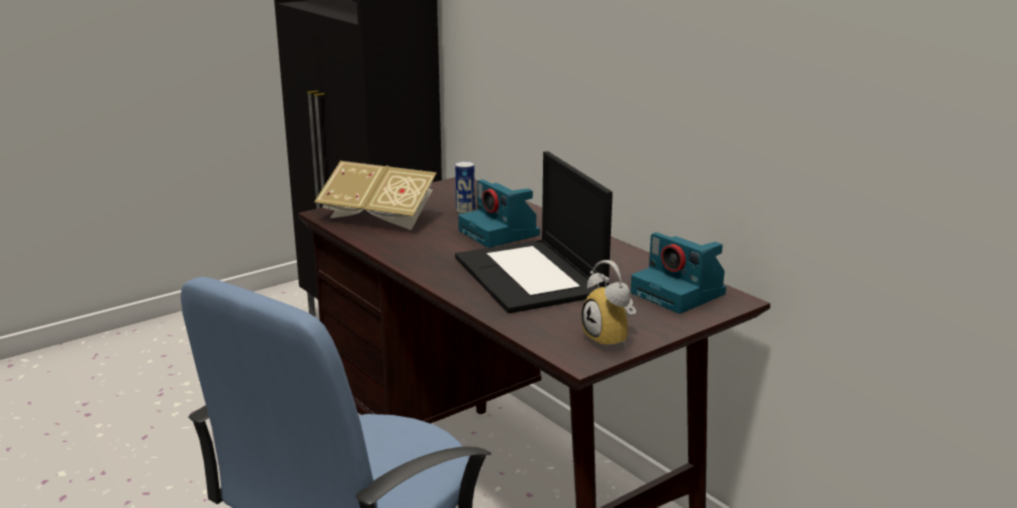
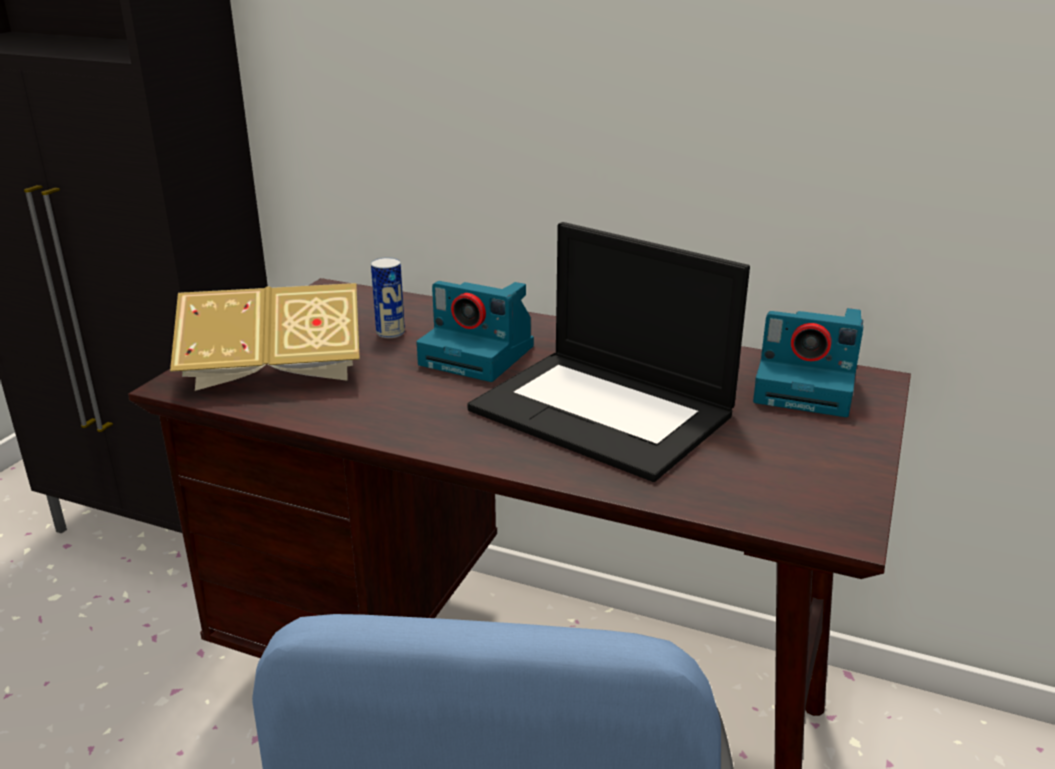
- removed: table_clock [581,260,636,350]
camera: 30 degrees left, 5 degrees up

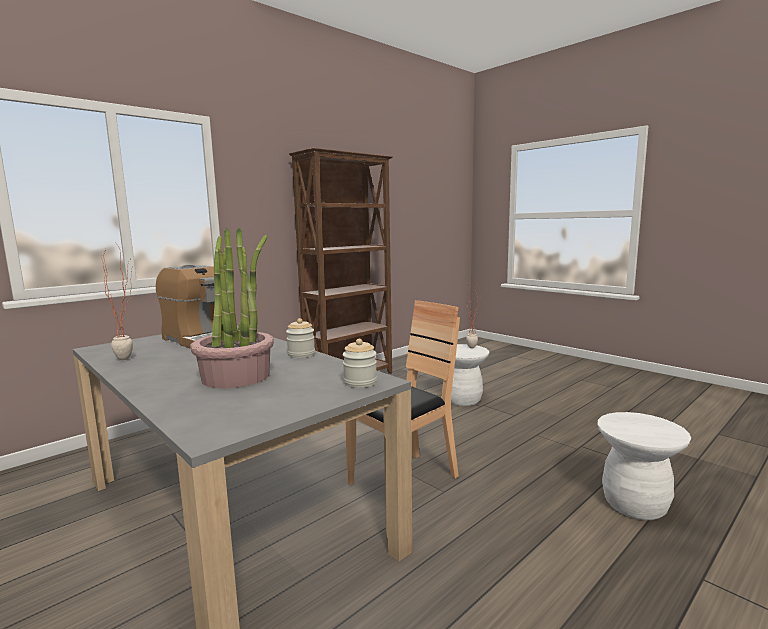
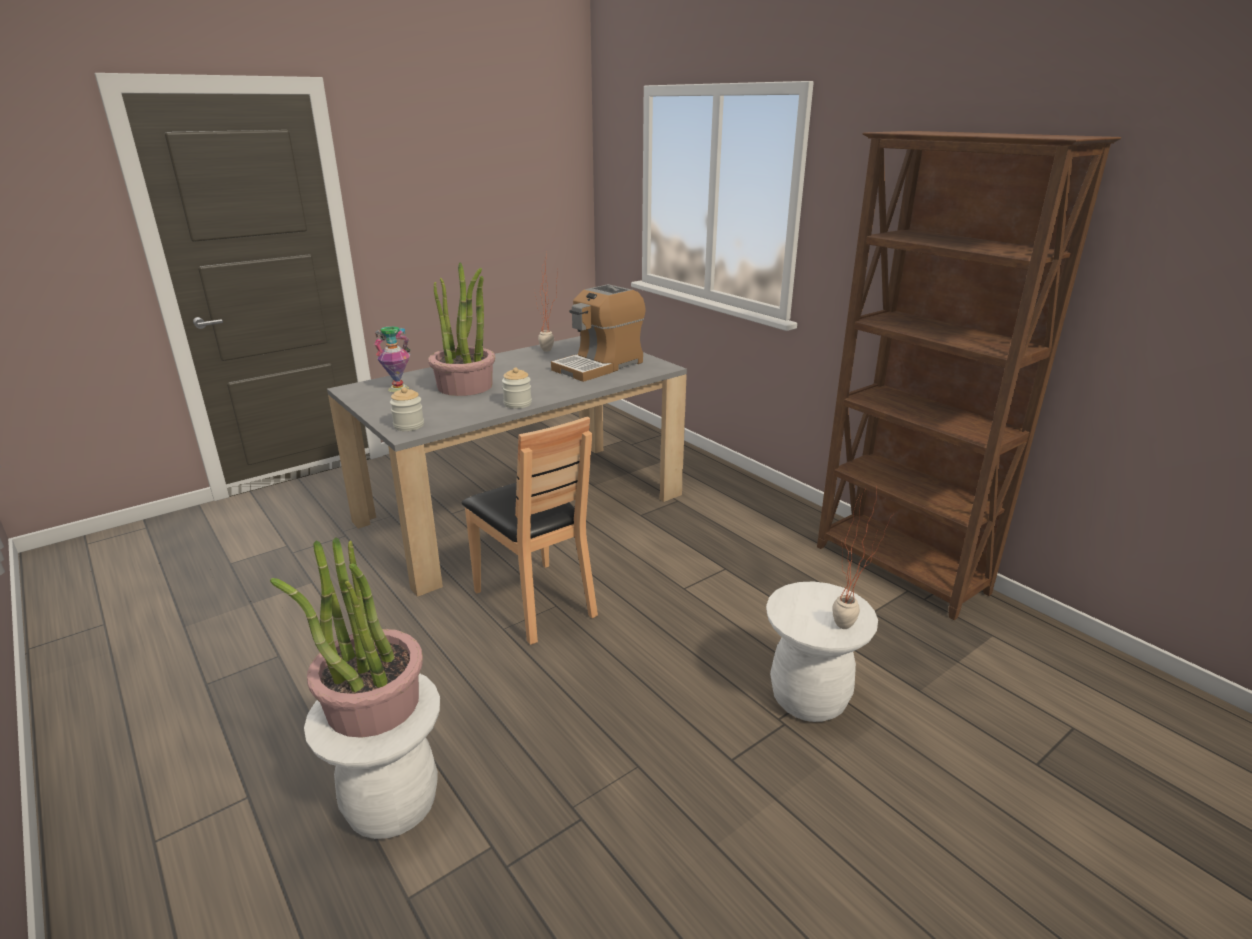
- added: flower_vase [374,326,410,392]
- added: plant_in_a_pot [270,537,423,738]
camera: 95 degrees right, 15 degrees up

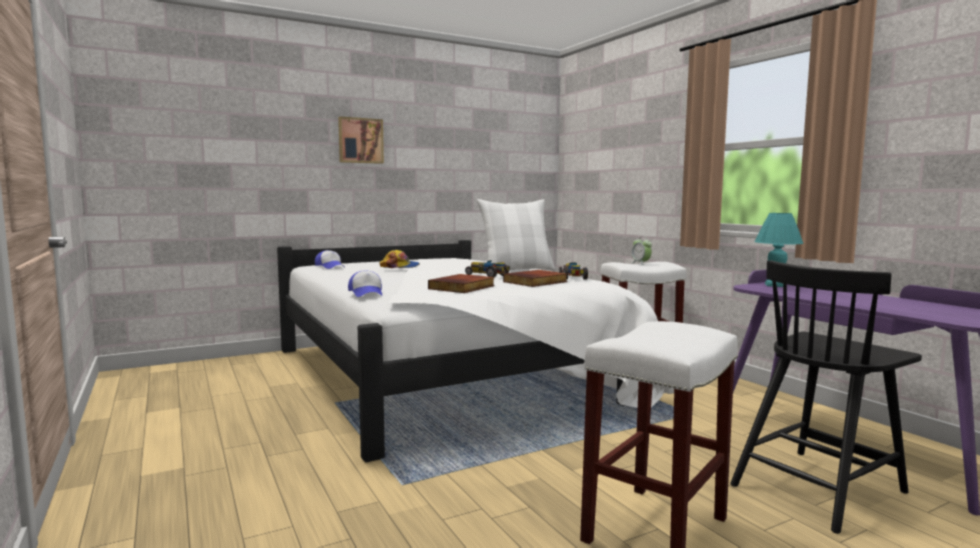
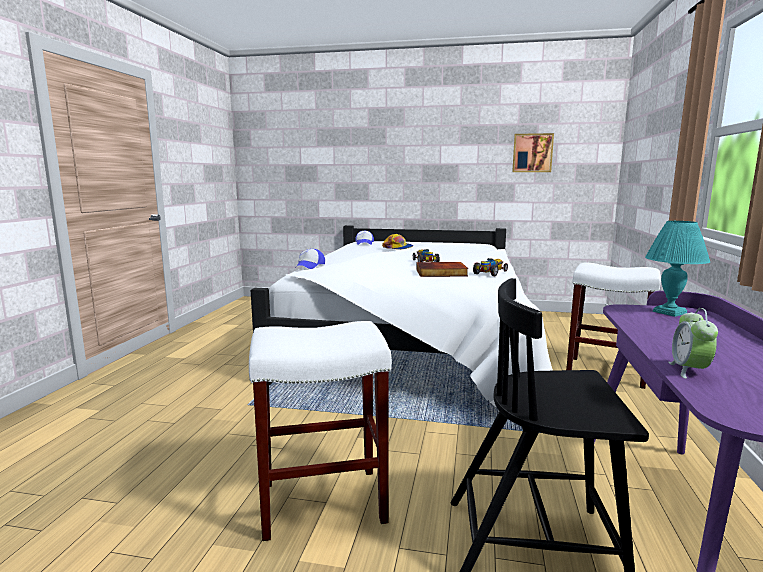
- moved: picture [338,116,384,164] to [512,133,554,172]
- removed: whitish_cushion [477,199,555,270]
- moved: table_clock [632,236,652,265] to [668,308,718,379]
- removed: book [428,274,495,293]
camera: 40 degrees right, 5 degrees up

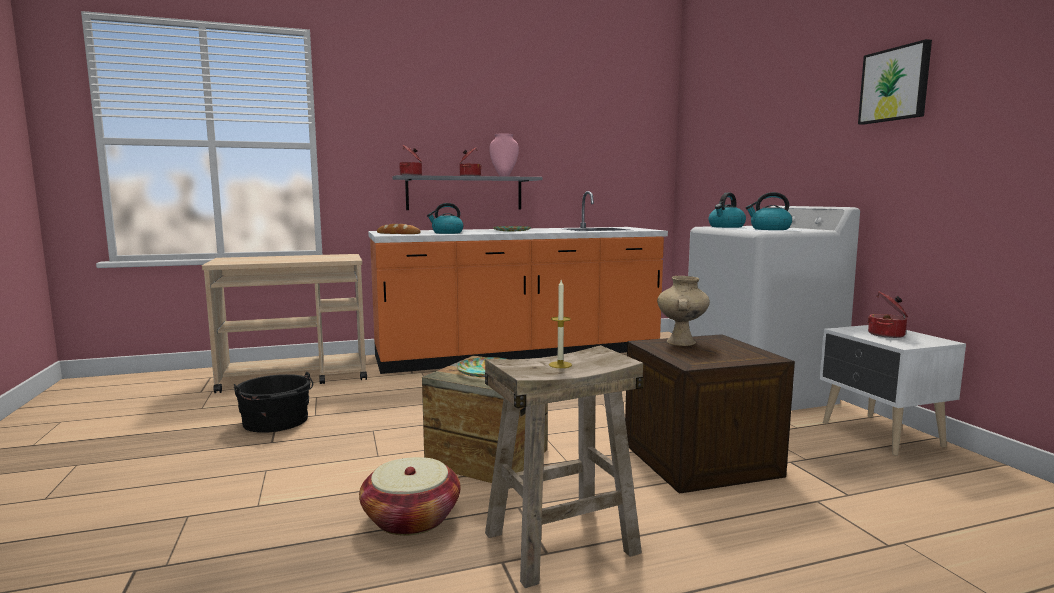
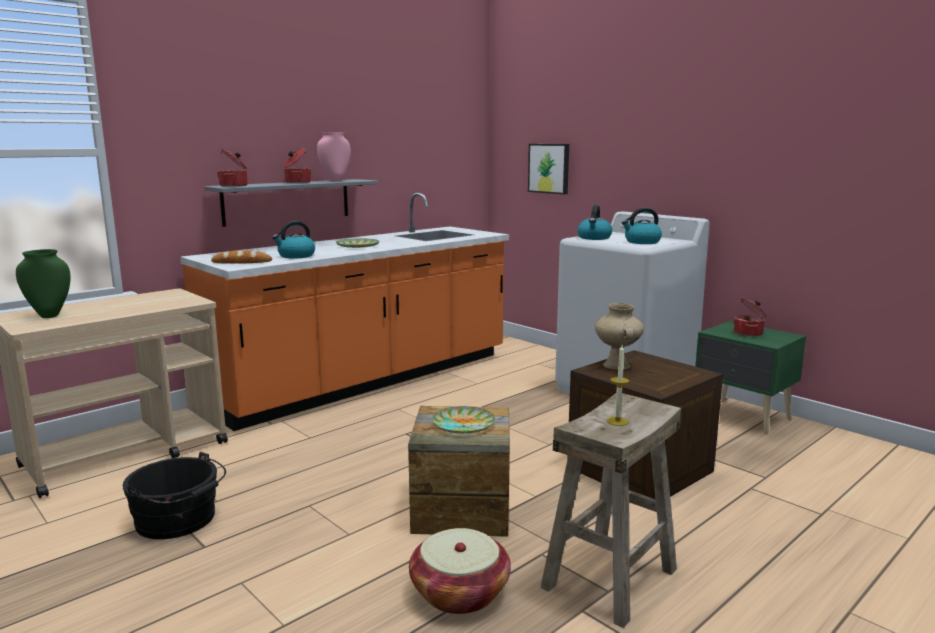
- moved: picture [858,39,932,125] to [528,144,569,194]
- recoloured: whitish_bedside_table [820,325,966,456] to green_bedside_table [695,321,806,434]
- added: green_flower_vase [16,249,71,318]
camera: 25 degrees left, 5 degrees up

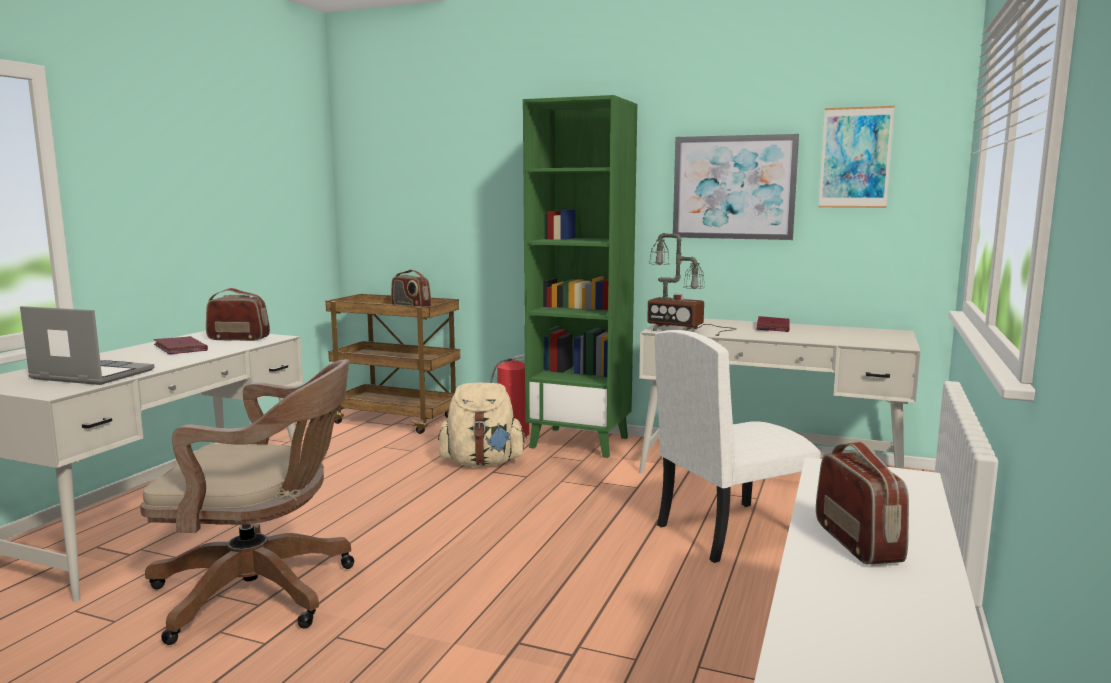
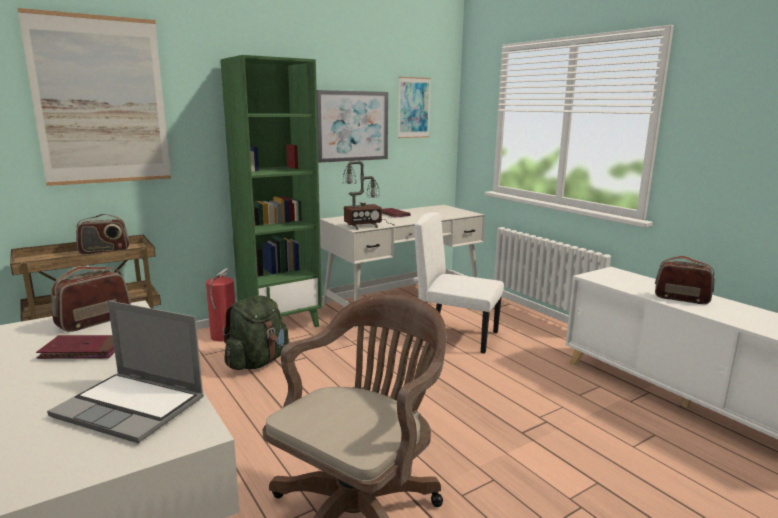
- turned: laptop [20,306,155,385] = [47,301,204,443] 120 degrees counterclockwise
- turned: whitish_upright_chair [655,330,821,563] = [415,212,504,354] 105 degrees clockwise
- recoloured: sand-coloured_rucksack [438,383,527,467] to green_rucksack [223,295,289,370]
- added: picture [17,8,171,186]
camera: 55 degrees left, 5 degrees up

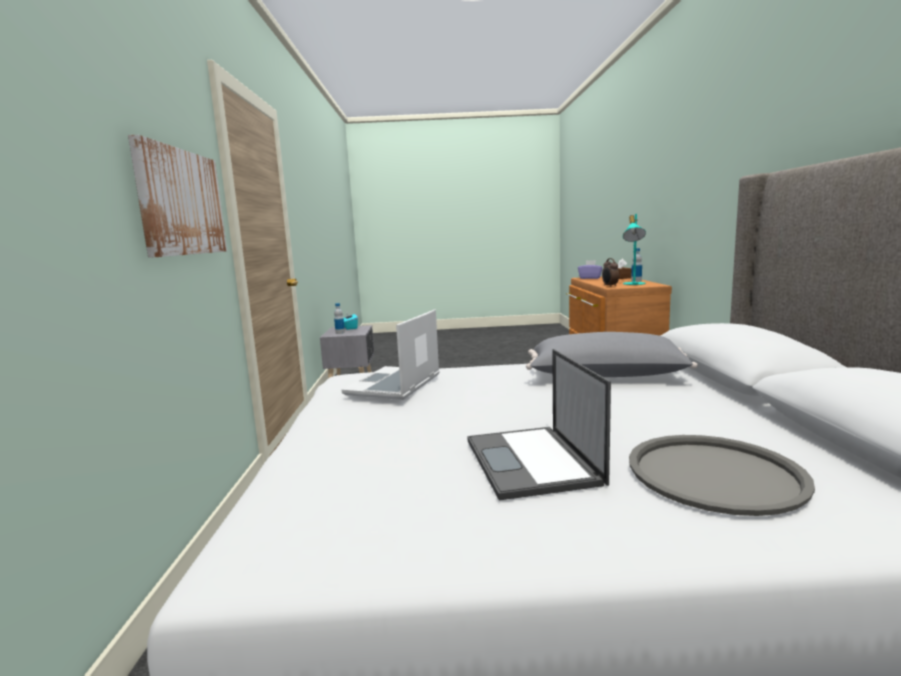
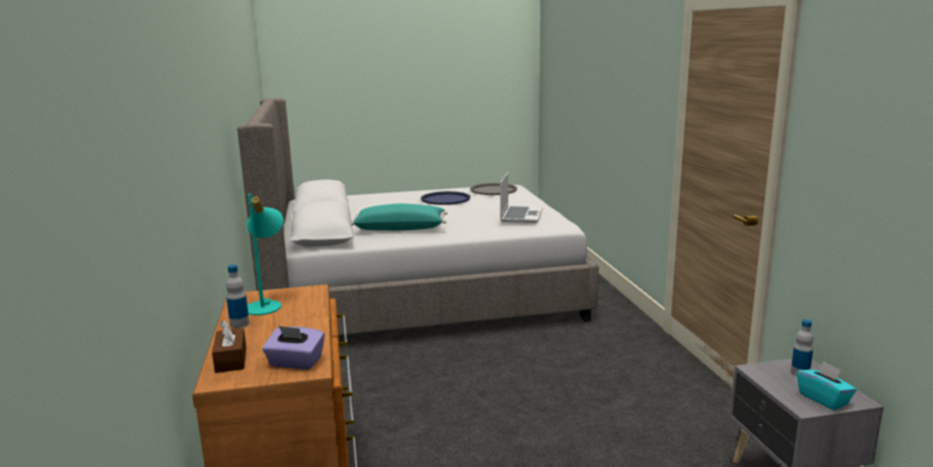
- removed: picture [128,135,227,258]
- removed: table_clock [602,258,619,287]
- recoloured: grey_cushion [526,332,698,377] to blue-green_cushion [351,204,448,231]
- replaced: laptop [467,349,611,501] to blue-coloured_serving_tray [421,191,470,205]
- moved: grey_serving_tray [629,435,815,516] to [470,183,517,195]
camera: 170 degrees right, 5 degrees up

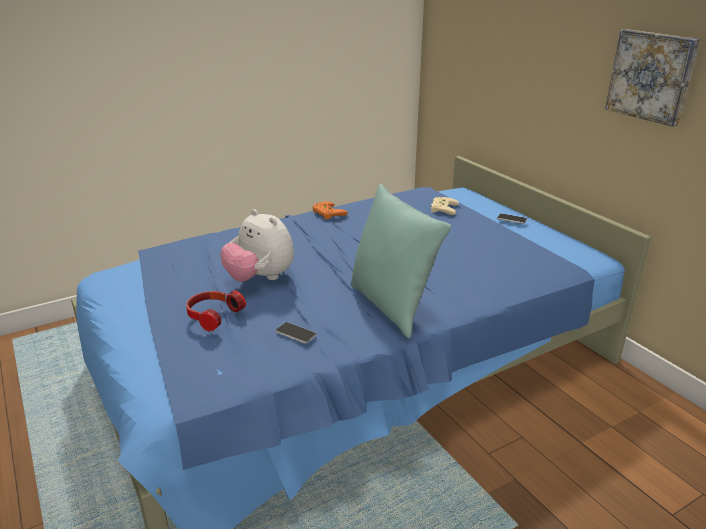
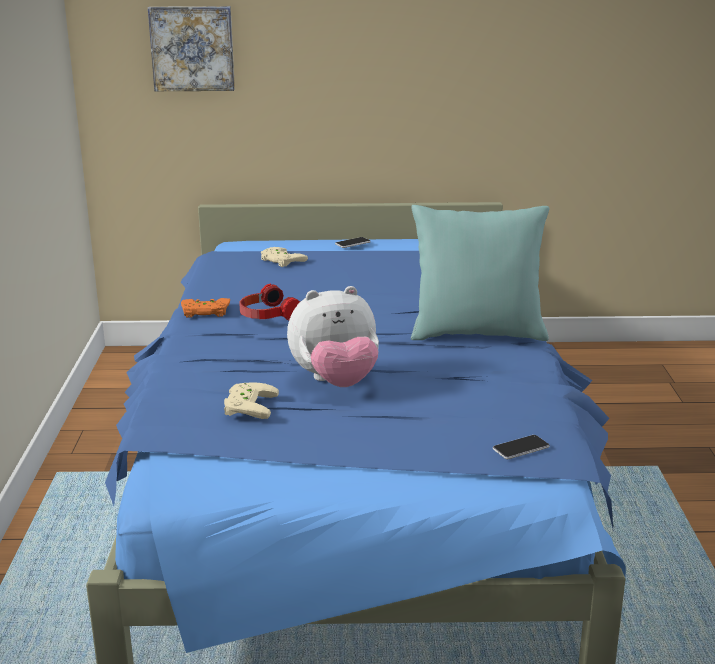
- moved: picture [605,29,700,127] to [148,6,235,91]
- moved: headphones [186,290,246,331] to [239,283,300,321]
- moved: handset [275,322,317,344] to [493,435,550,459]
- added: sand-coloured_gamepad [224,382,279,419]
camera: 60 degrees left, 5 degrees down

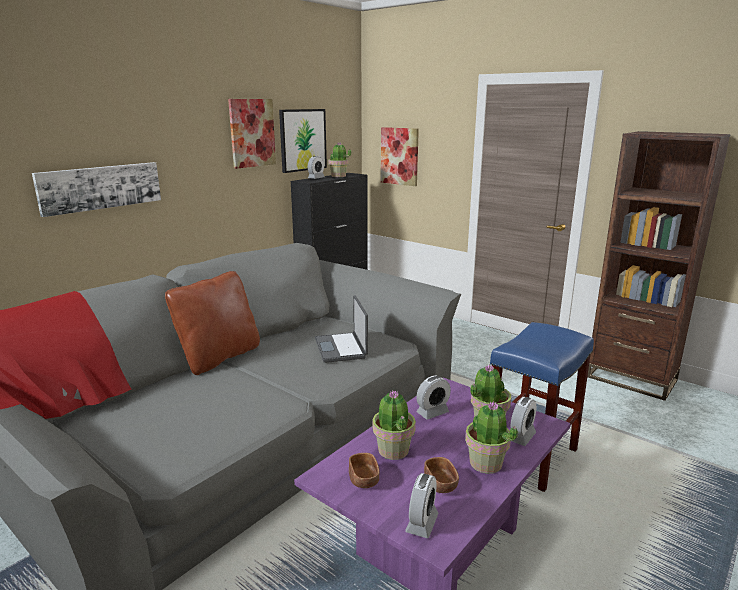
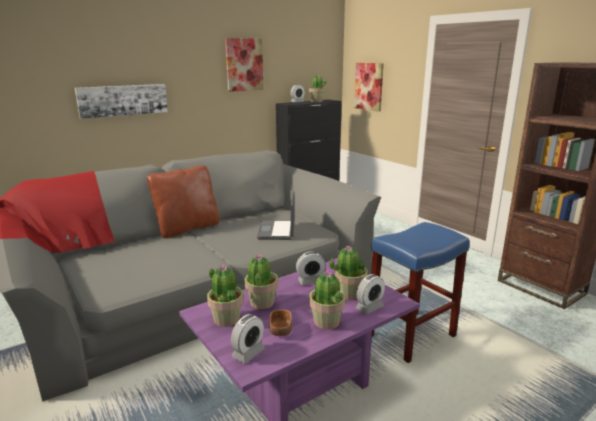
- removed: picture [279,109,327,173]
- replaced: brown_serving_bowl [349,453,380,488] to plant_in_a_pot [207,265,244,327]
camera: 15 degrees right, 0 degrees up

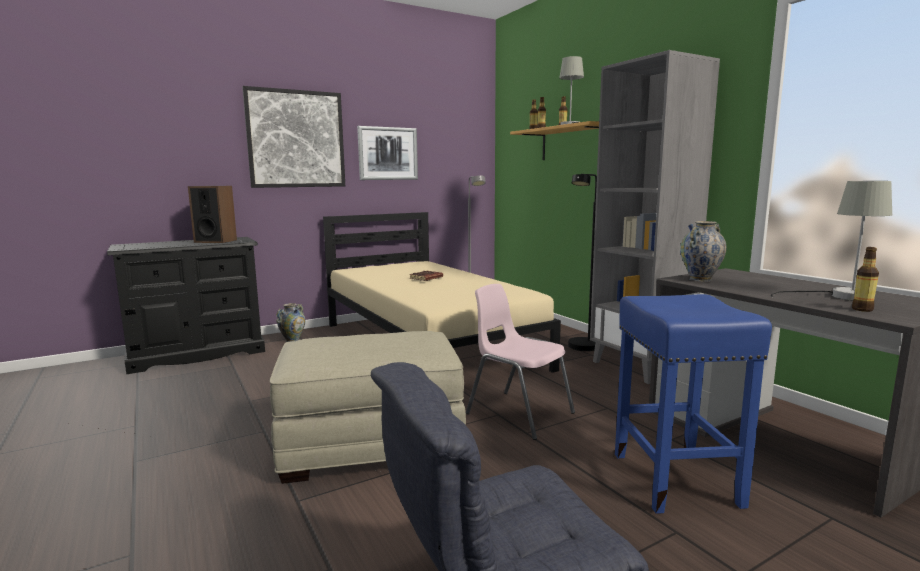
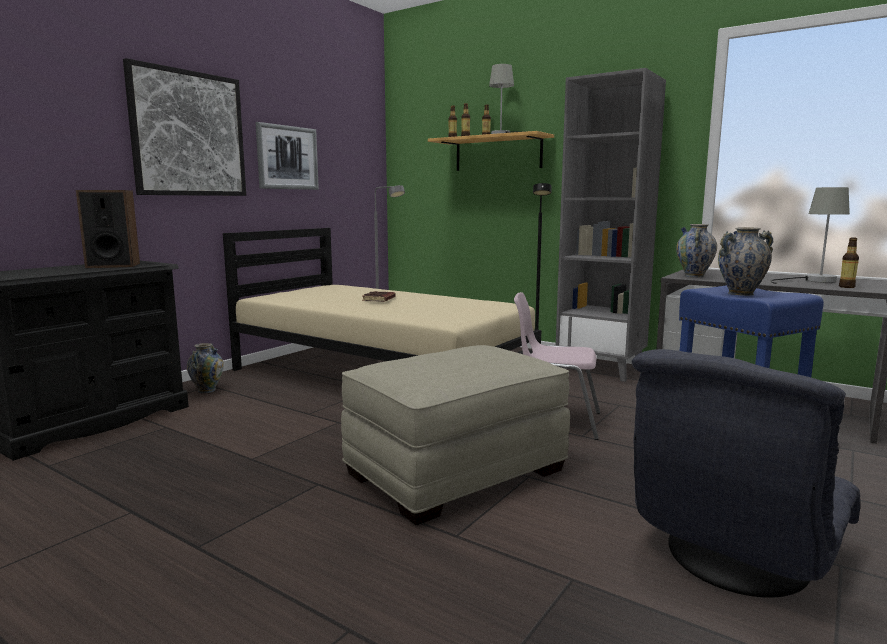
- added: flower_vase [718,227,774,296]
camera: 25 degrees left, 0 degrees up

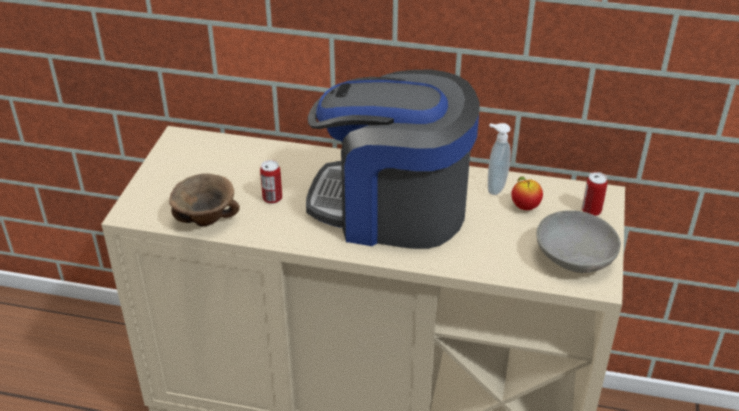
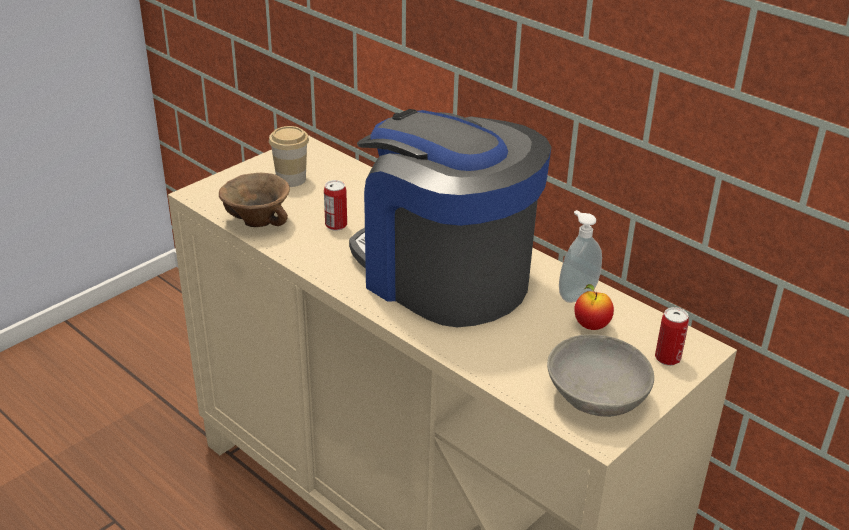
- added: cup [269,126,309,187]
camera: 30 degrees right, 5 degrees down

